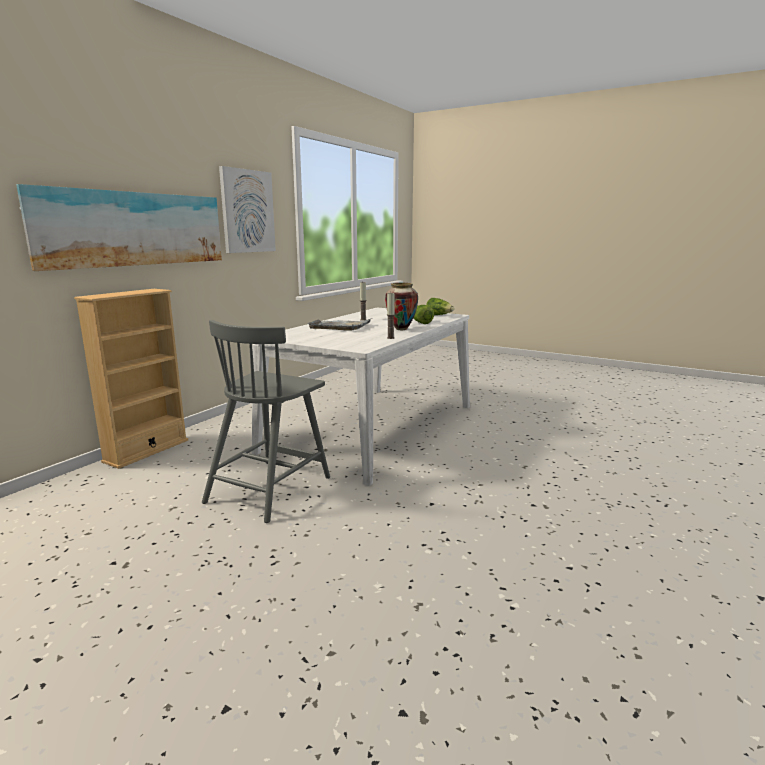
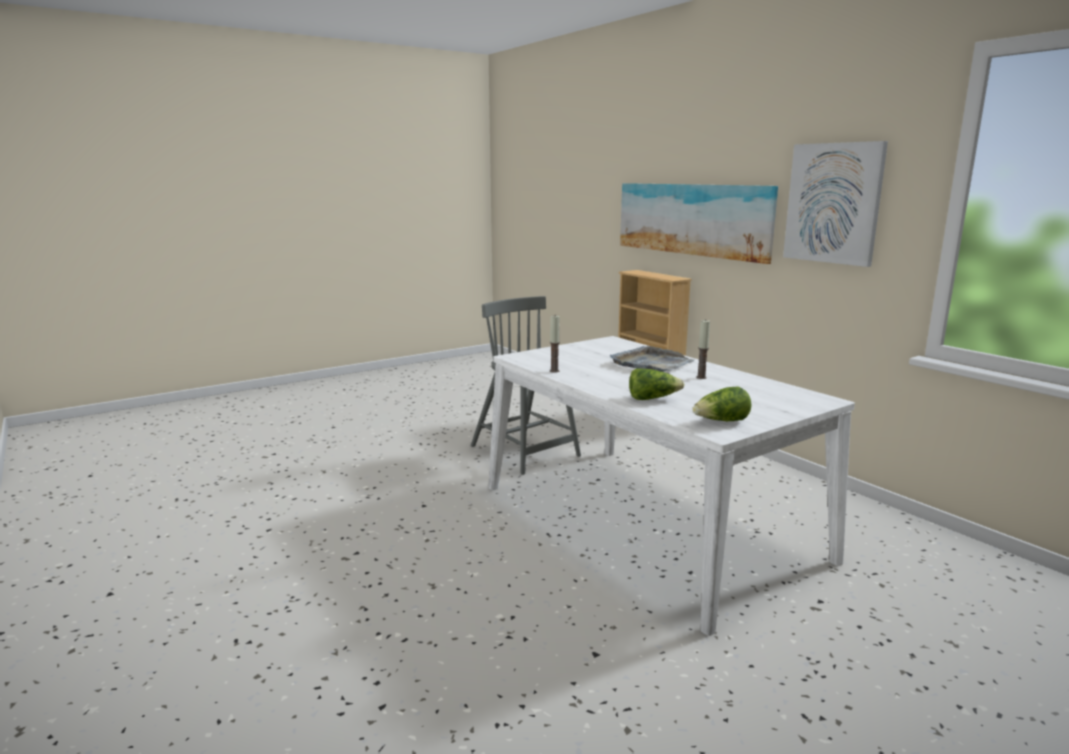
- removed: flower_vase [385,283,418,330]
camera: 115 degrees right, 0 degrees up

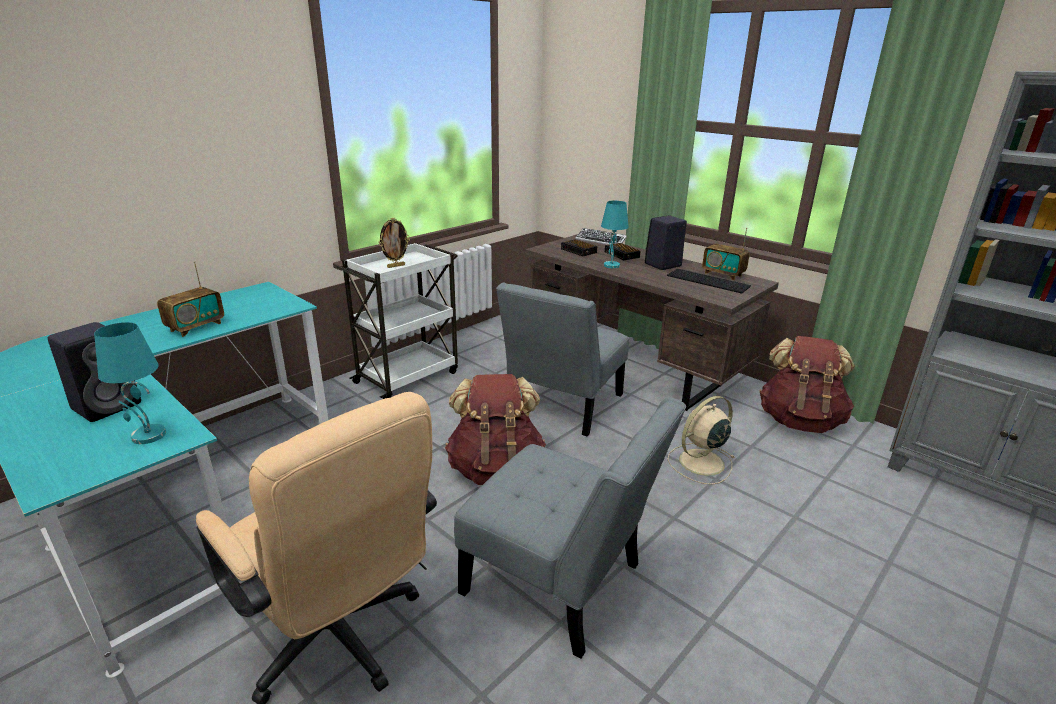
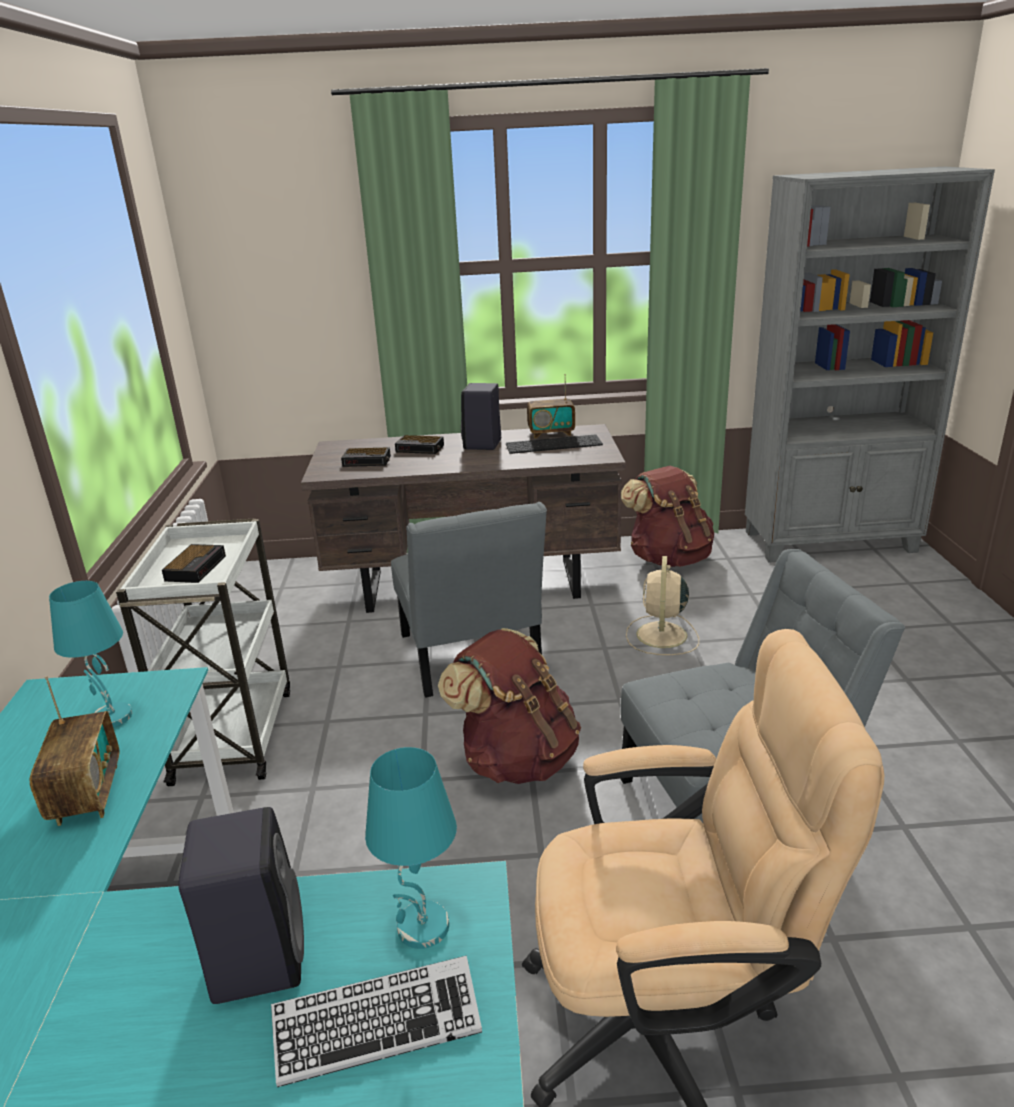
- moved: blue-green_tabletop_lamp [601,201,629,268] to [49,581,132,728]
- replaced: standing_frame [379,218,410,268] to table_clock [162,544,226,583]
- moved: computer_keyboard [575,228,627,245] to [271,955,482,1087]
camera: 45 degrees left, 0 degrees up

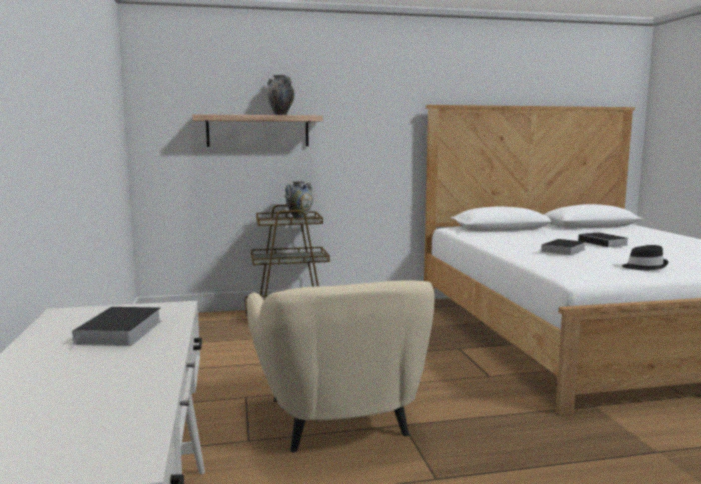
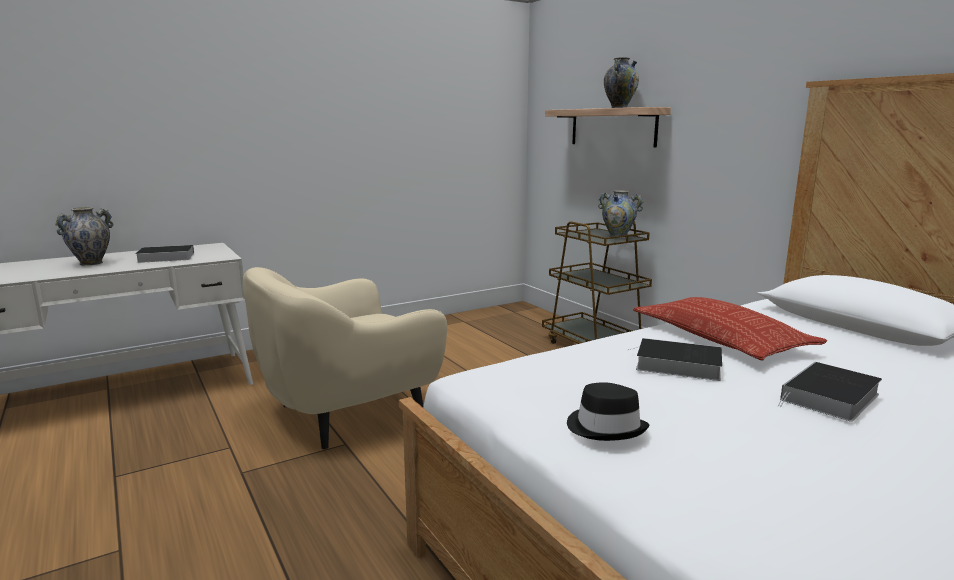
- added: flower_vase [55,207,113,266]
- added: cushion [633,297,827,360]
camera: 70 degrees right, 5 degrees up

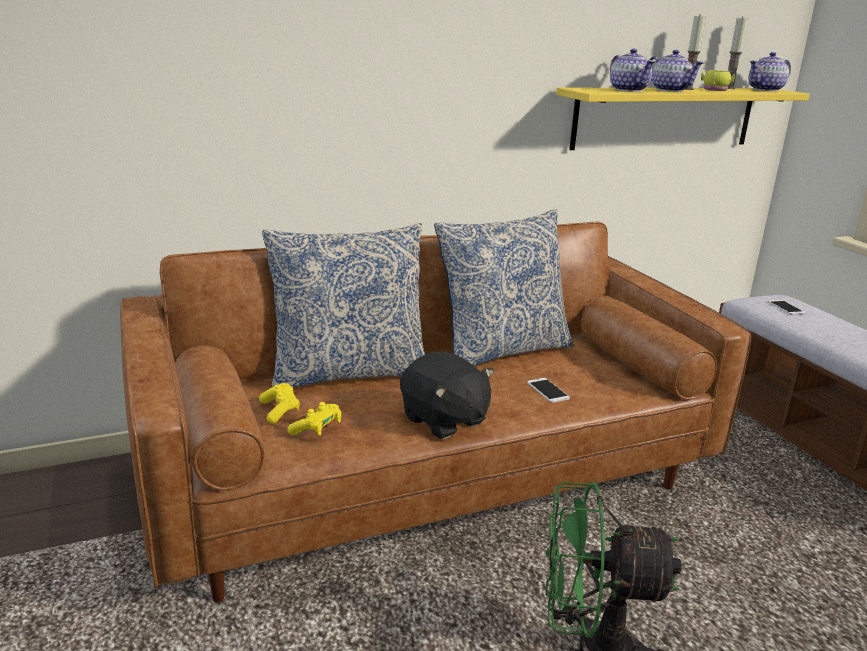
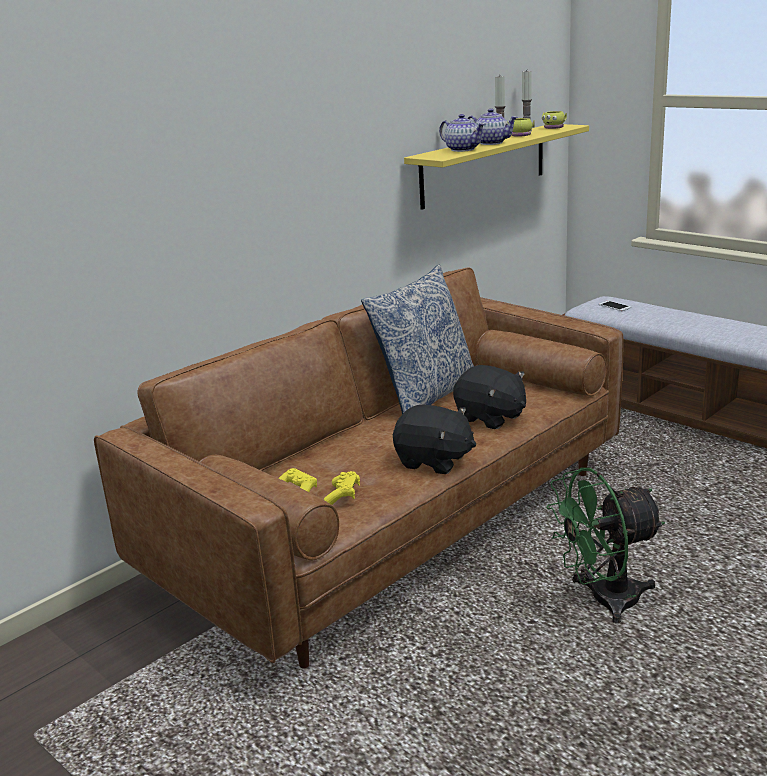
- replaced: tea_pot [748,52,791,91] to yellow-coloured_coffee_mug [542,111,567,129]
- removed: cushion [262,223,425,388]
- replaced: handset [527,378,570,403] to black-coloured_cuddly_toy [453,365,526,429]
camera: 20 degrees left, 0 degrees up

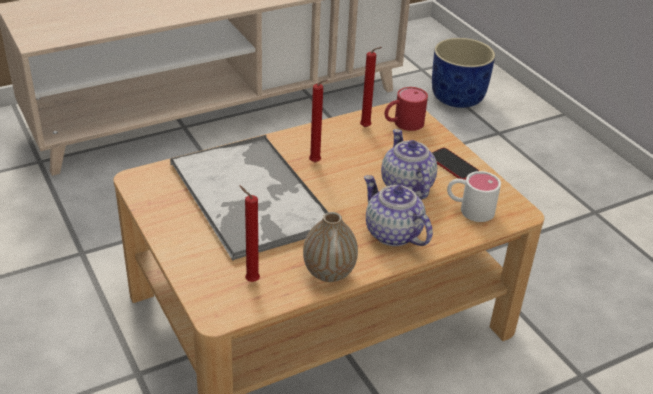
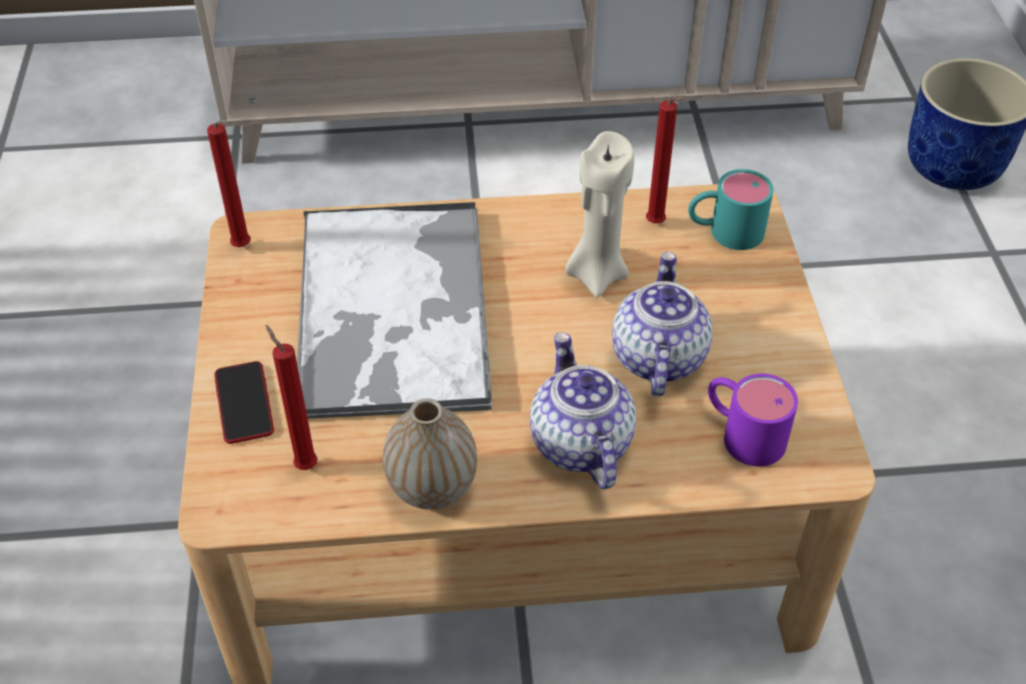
- moved: red_wax_light [309,80,328,162] to [207,121,251,247]
- recoloured: red_coffee_mug [385,87,428,131] to blue-green_coffee_mug [688,169,774,250]
- moved: handset [432,148,479,180] to [214,361,274,444]
- recoloured: whitish_coffee_mug [447,171,501,222] to purple-coloured_coffee_mug [708,373,798,467]
- added: sand-coloured_wax_light [565,131,634,298]
camera: 25 degrees right, 10 degrees up

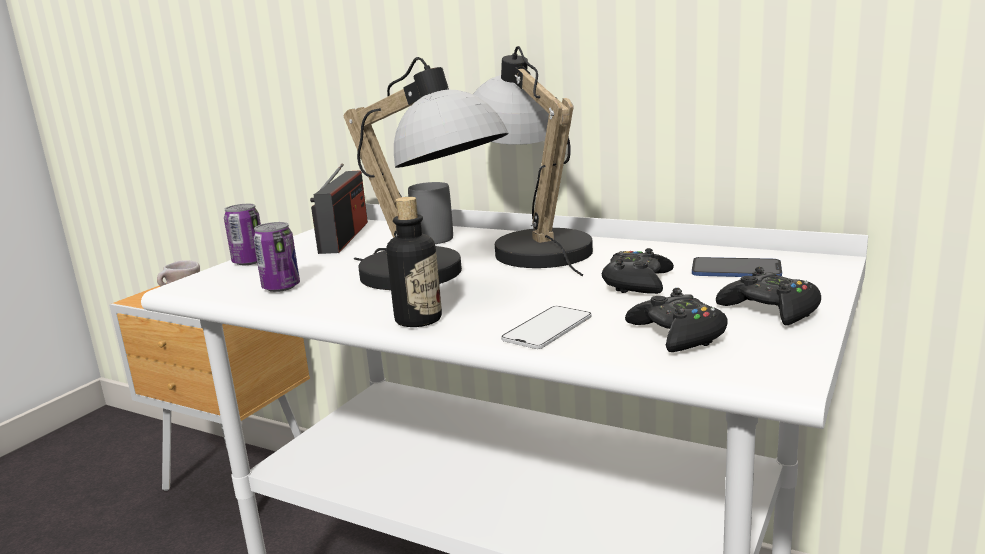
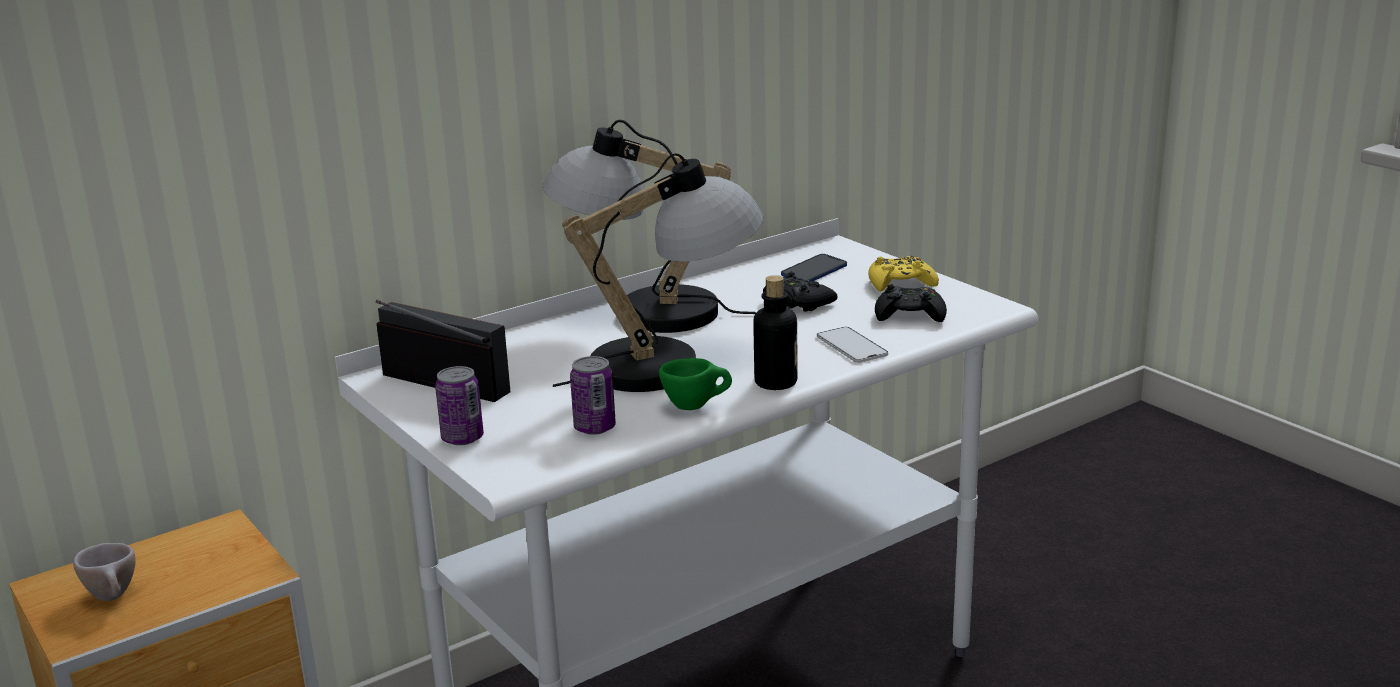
- removed: grey_coffee_mug [408,182,453,244]
- recoloured: black-coloured_gamepad [716,267,821,325] to yellow-coloured_gamepad [868,256,939,292]
- added: green_cup [659,358,732,410]
camera: 65 degrees left, 5 degrees up

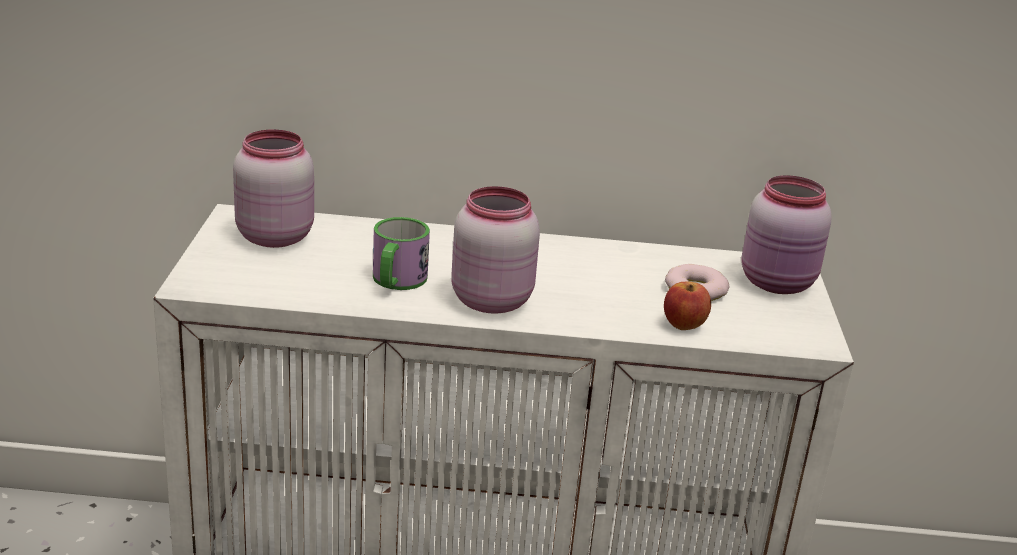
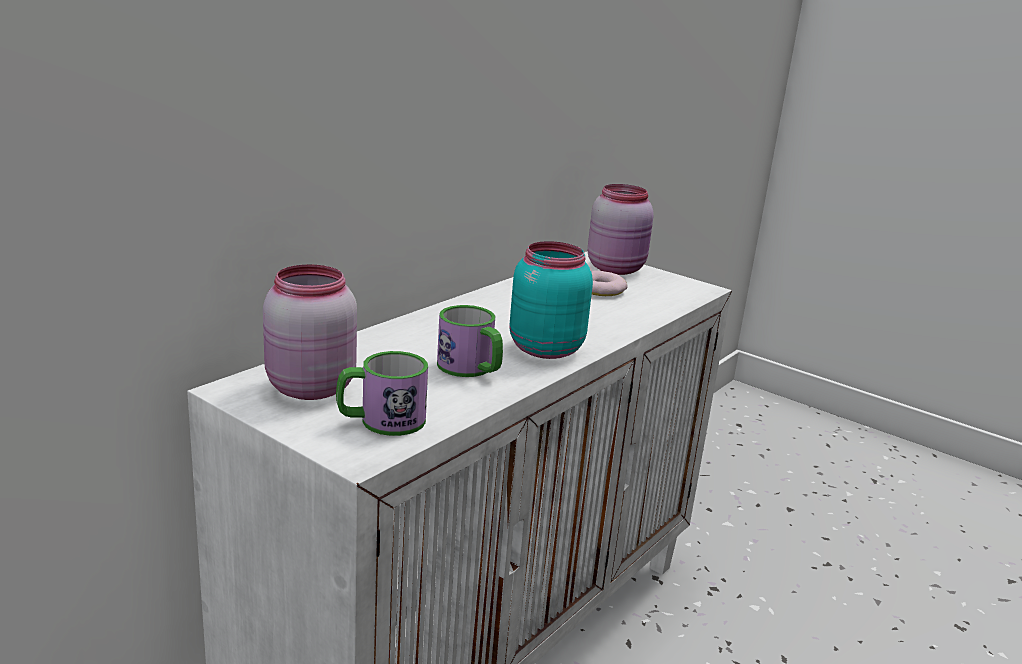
- recoloured: pink_storage_jar [451,186,540,314] to blue-green_storage_jar [509,241,593,359]
- removed: apple [664,282,711,330]
- added: coffee_mug [336,351,428,436]
camera: 55 degrees left, 5 degrees down

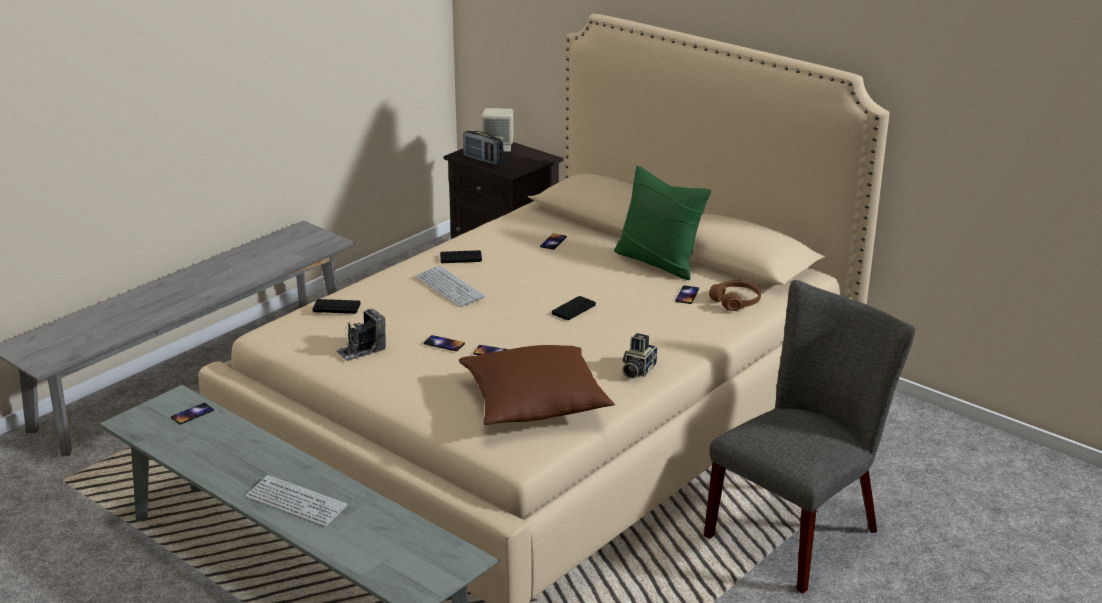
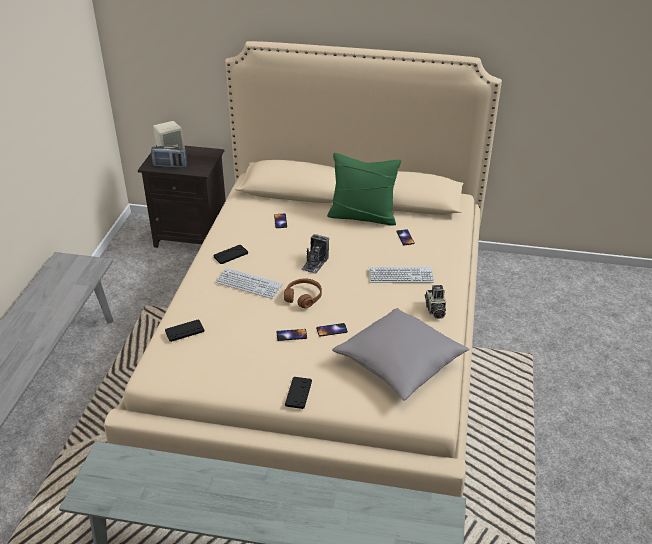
- removed: grey_upright_chair [704,280,915,593]
- moved: brown_headphones [709,281,761,311] to [284,278,322,308]
- moved: black-coloured_gamepad [552,296,596,320] to [285,377,312,409]
- moved: still_camera [336,309,386,361] to [301,234,329,274]
- recoloured: brown_cushion [459,345,615,425] to grey_cushion [332,308,470,401]
- removed: handset [171,403,214,425]
- moved: computer_keyboard [245,475,347,527] to [369,266,434,283]
camera: 30 degrees left, 10 degrees up

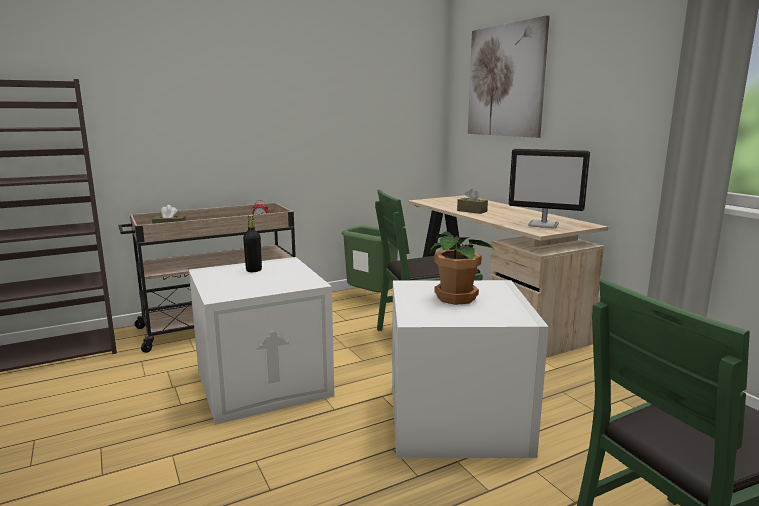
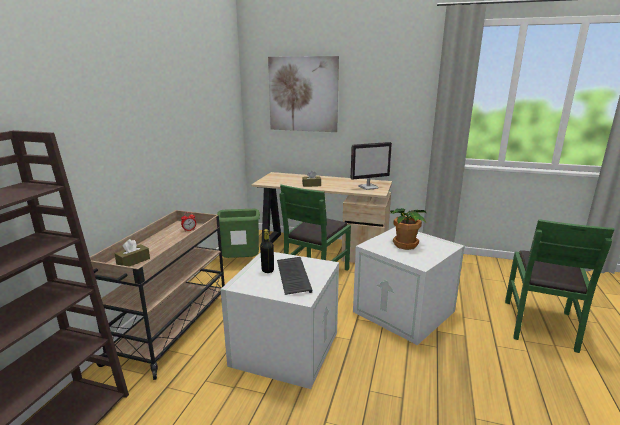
- added: computer_keyboard [277,257,312,295]
camera: 45 degrees left, 5 degrees up

